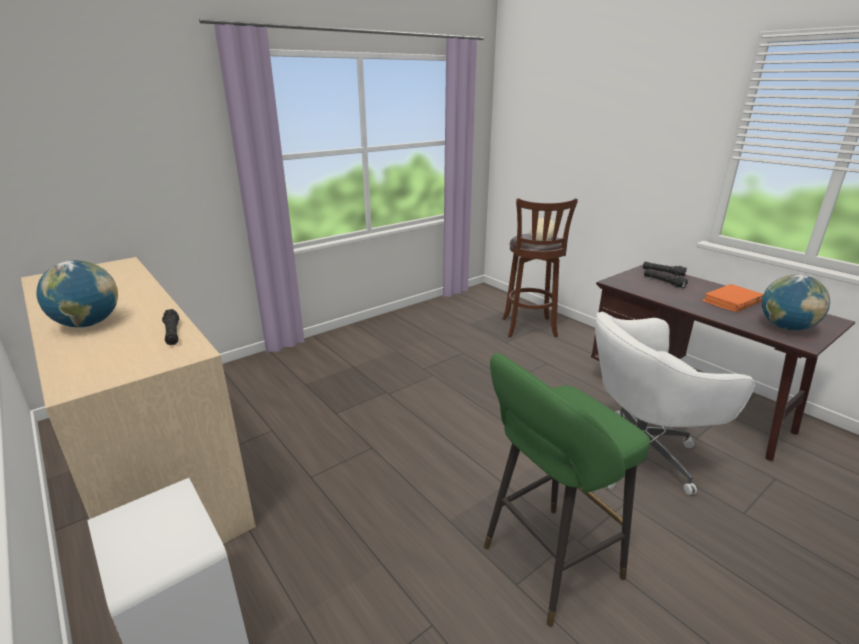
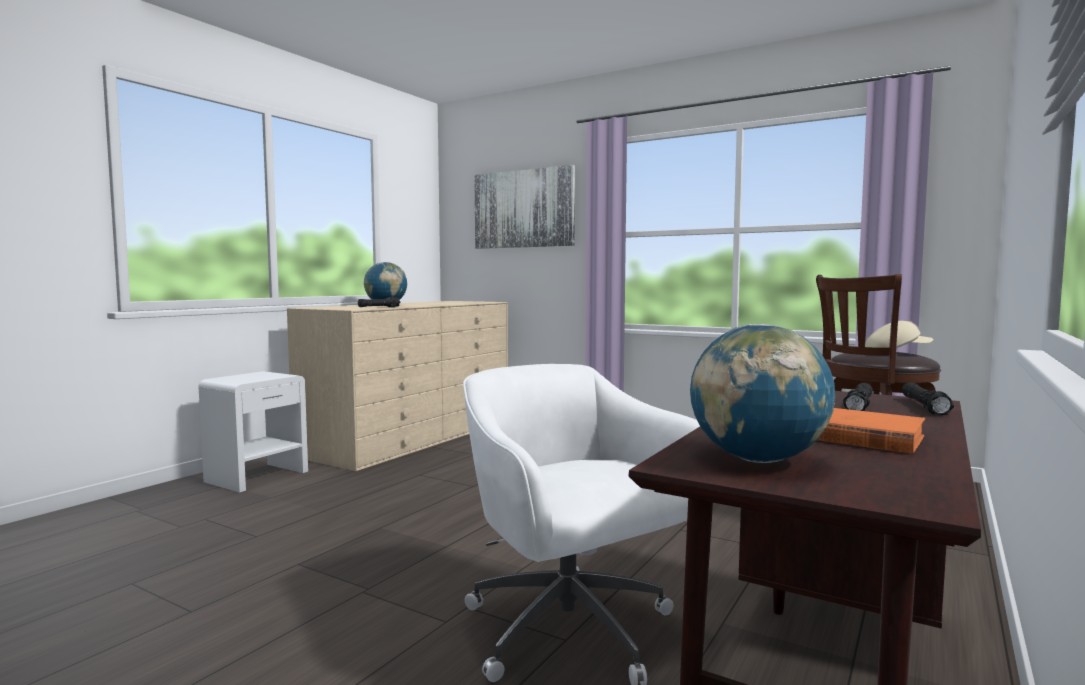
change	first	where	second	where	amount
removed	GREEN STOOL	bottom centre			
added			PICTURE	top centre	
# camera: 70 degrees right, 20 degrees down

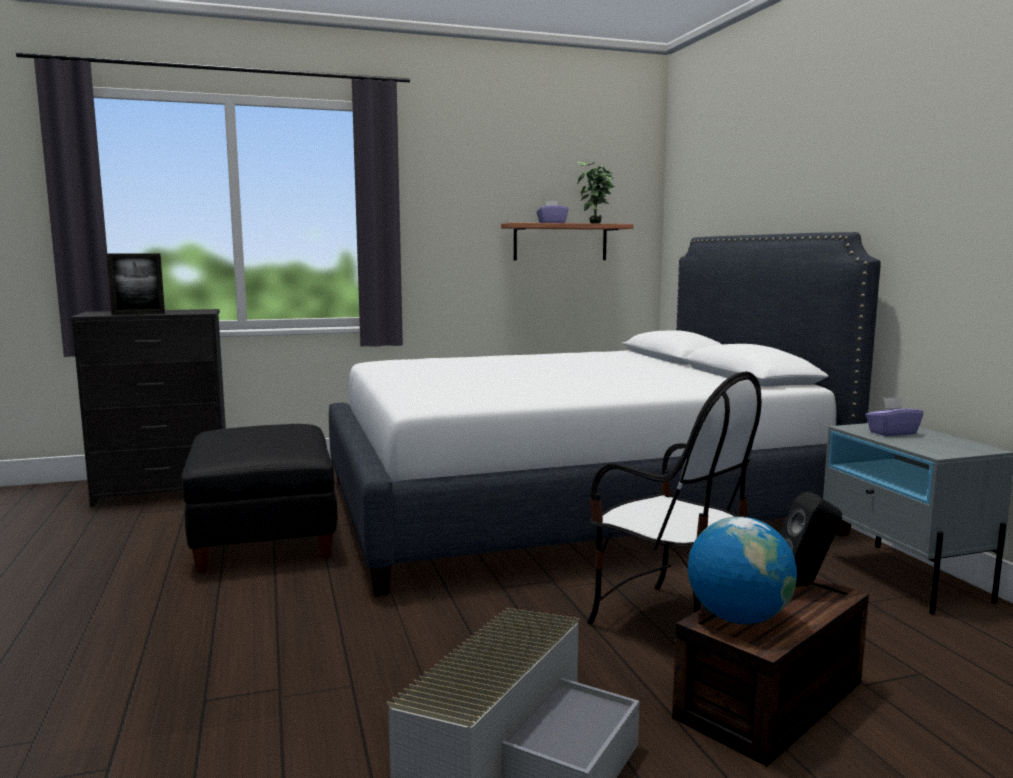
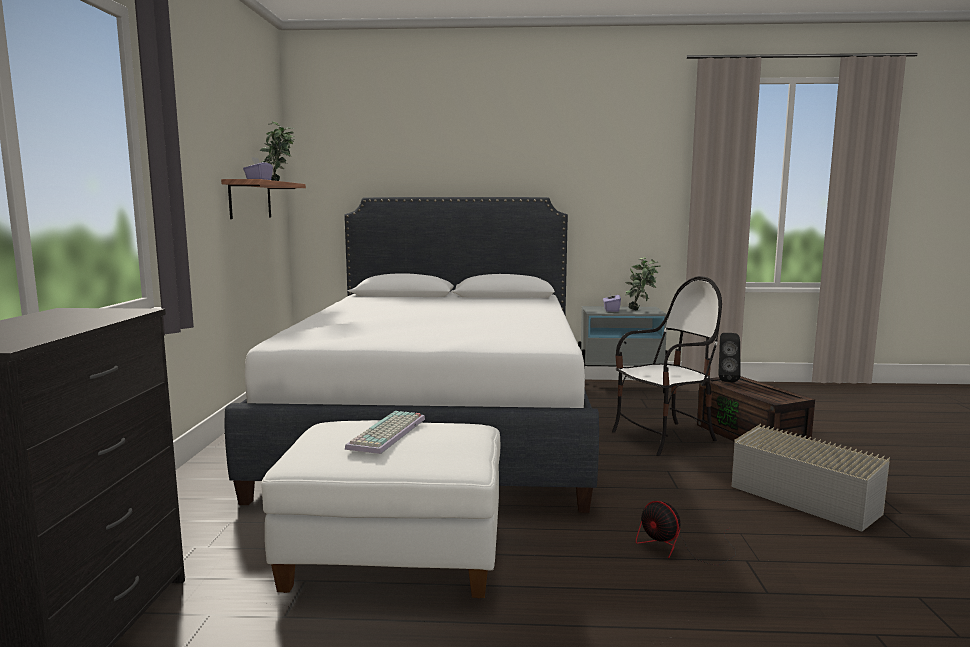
change	first	where	second	where	amount
removed	PICTURE FRAME	middle left			
recoloured	BLACK OTTOMAN	middle left	WHITE OTTOMAN	bottom centre	
removed	GLOBE	bottom right			
added			POTTED PLANT (2nd from left)	centre	
added			KEYBOARD	bottom centre	
added			FAN	bottom right	
# camera: 70 degrees left, 0 degrees up

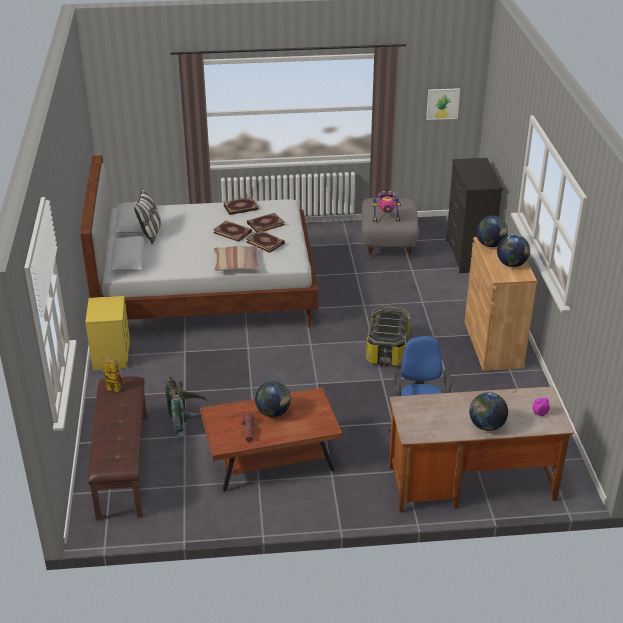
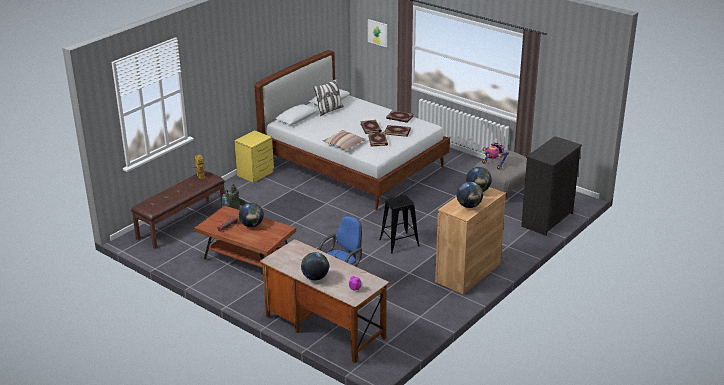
change	first	where	second	where	amount
moved	PICTURE	top right		top centre	
replaced	STORAGE BOX	centre	BLACK STOOL	centre	
# camera: 45 degrees right, 5 degrees down

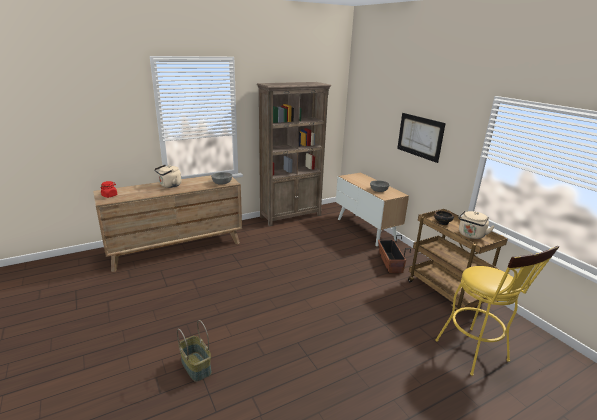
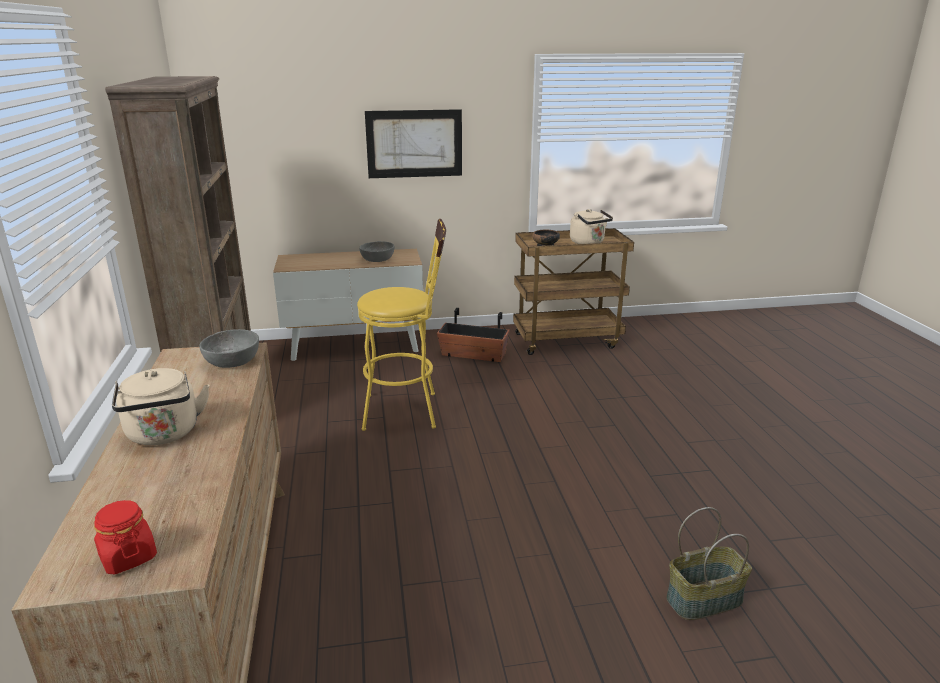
change	first	where	second	where	amount
moved	YELLOW STOOL	bottom right		centre	
# camera: 70 degrees left, 0 degrees up

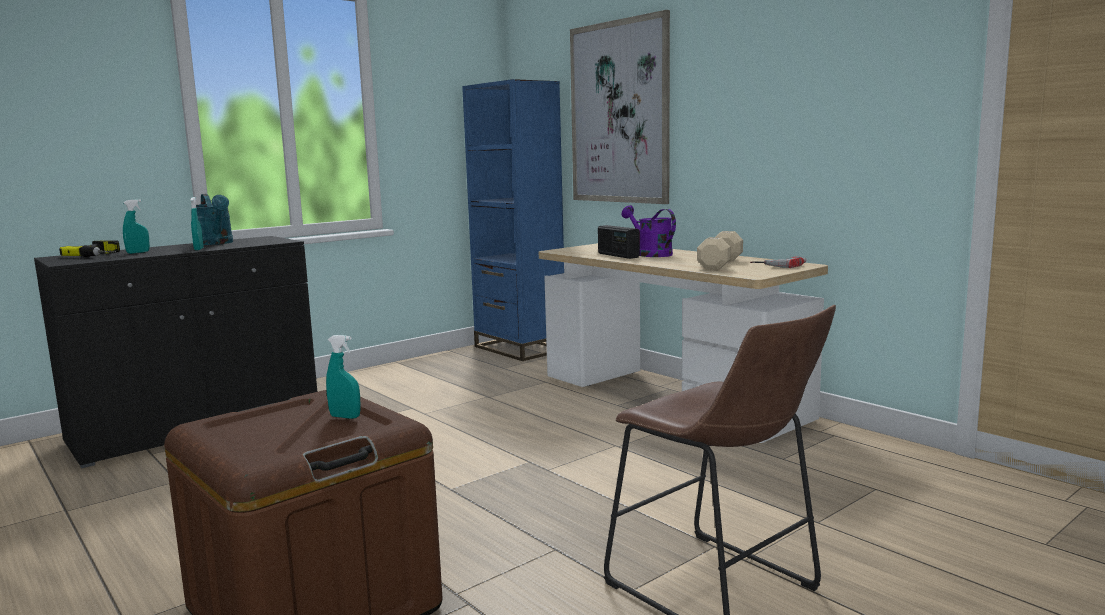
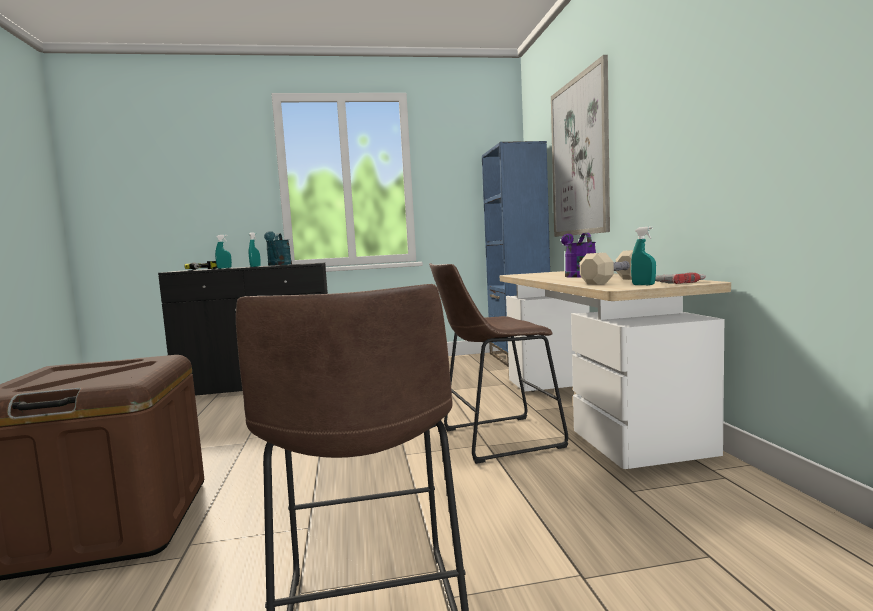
change	first	where	second	where	amount
removed	RADIO	centre			
moved	TURQUOISE SPRAY BOTTLE (3rd from left)	middle left		middle right	
added			BROWN STOOL (2nd from left)	centre	
# camera: 30 degrees right, 5 degrees down

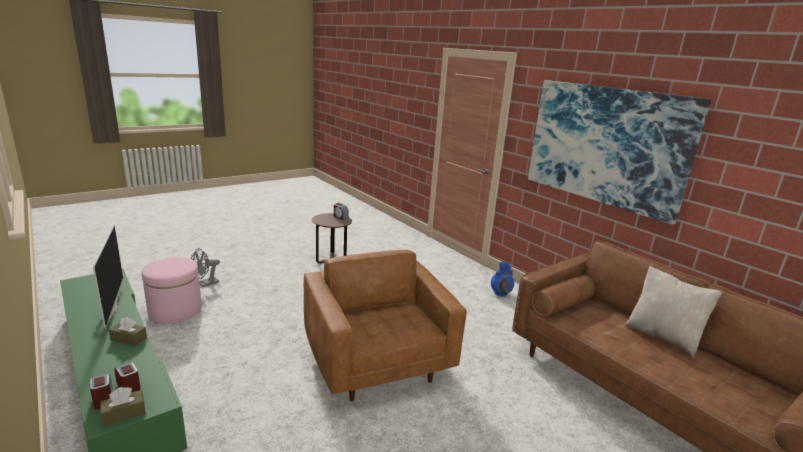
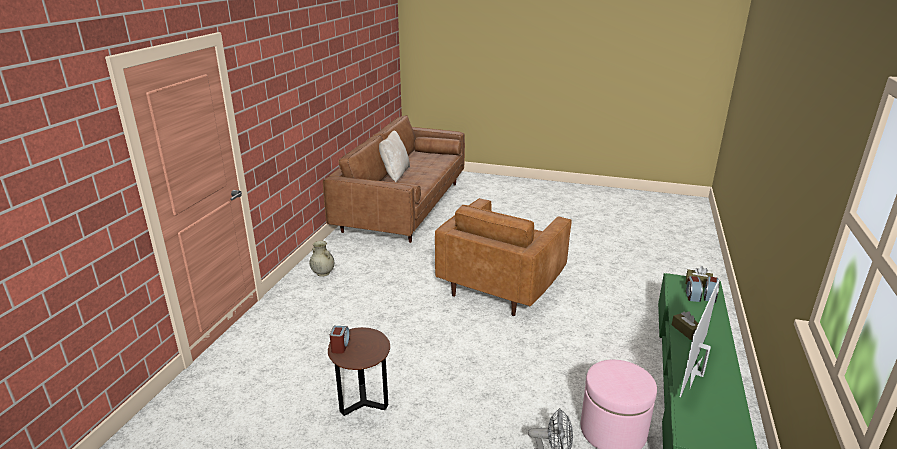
change	first	where	second	where	amount
removed	PICTURE	middle right			
recoloured	BLUE VASE	centre	BEIGE VASE	centre	
# camera: 125 degrees left, 5 degrees up

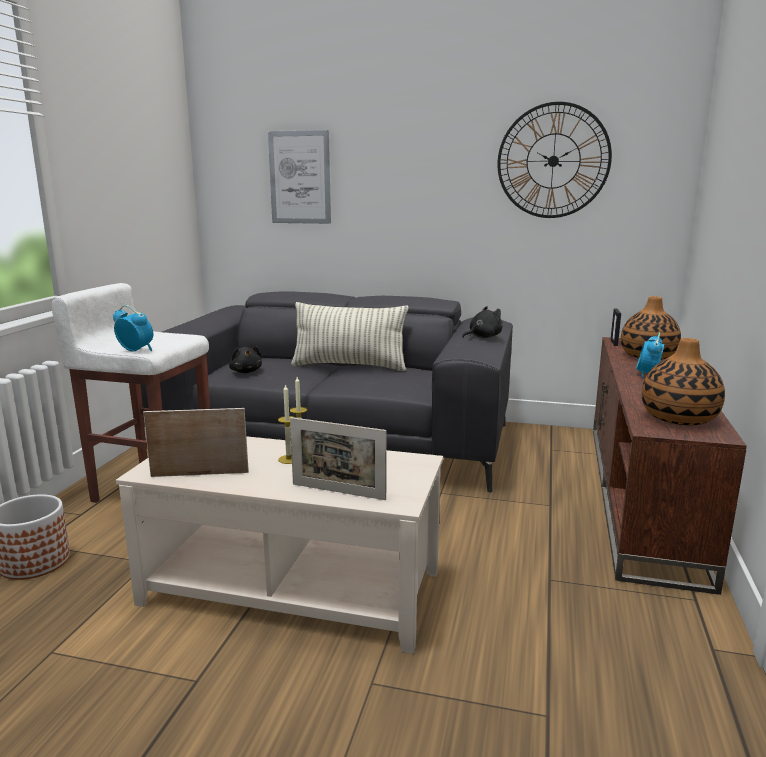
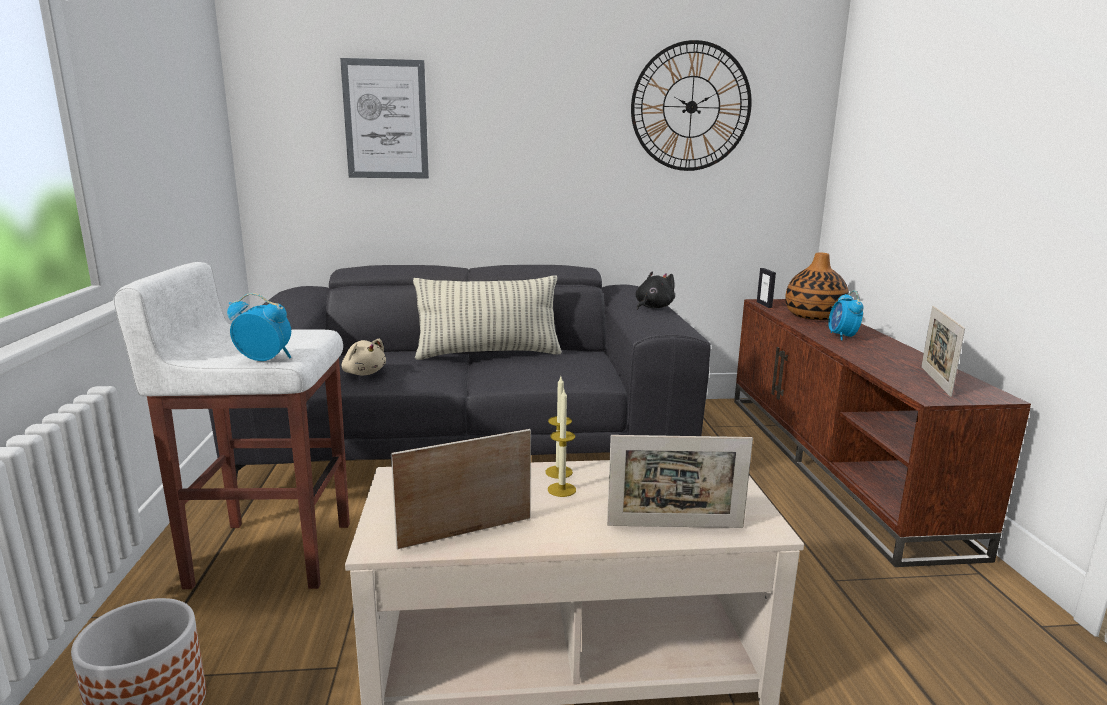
change	first	where	second	where	amount
replaced	VASE (2nd from left)	middle right	PICTURE FRAME (4th from left)	middle right	
recoloured	BLACK PLUSH TOY (1st from left)	middle left	BEIGE PLUSH TOY	middle left	
# camera: 20 degrees left, 0 degrees up

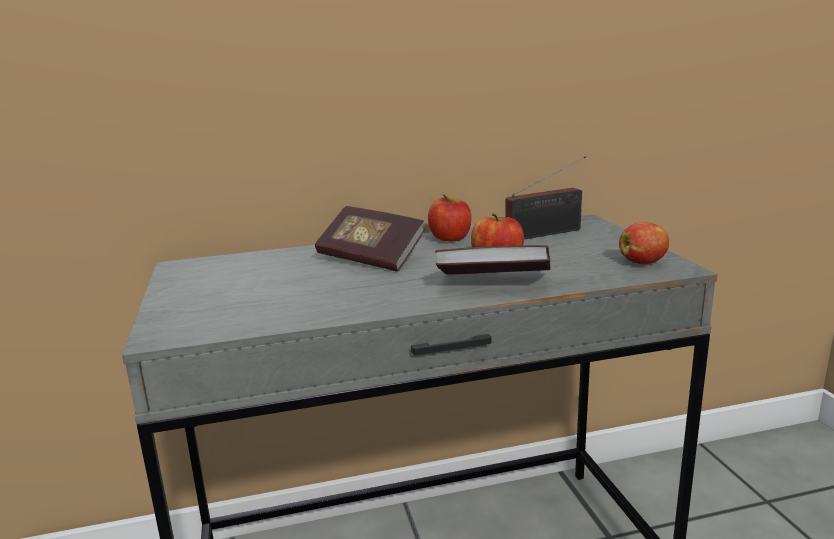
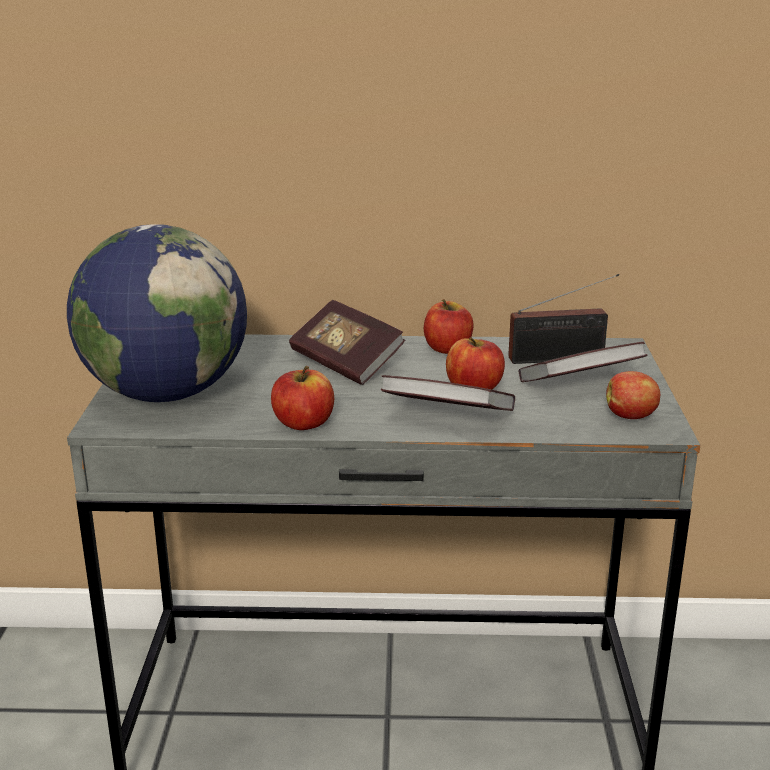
change	first	where	second	where	amount
added			GLOBE	middle left	
added			BOOK (3rd from left)	middle right	
added			APPLE (1st from left)	centre	
# camera: 15 degrees right, 5 degrees up

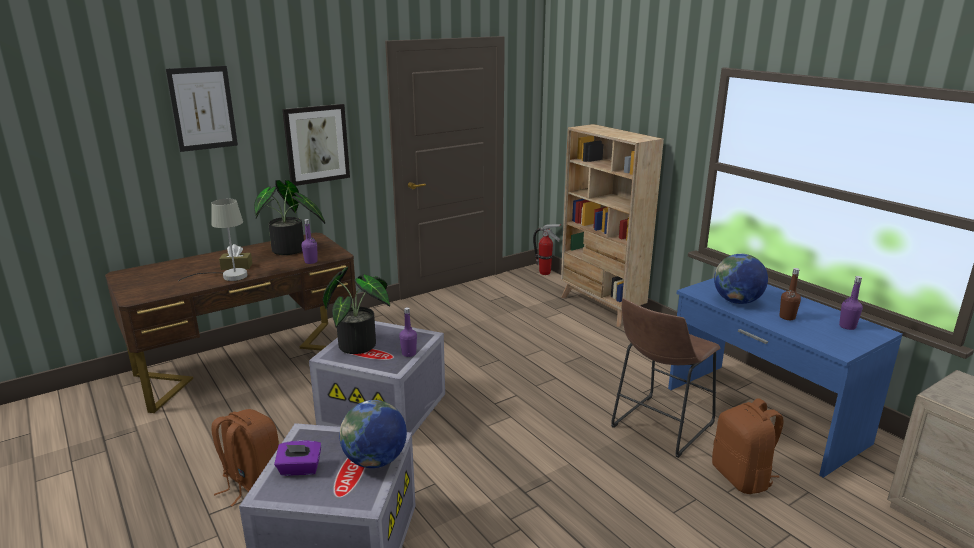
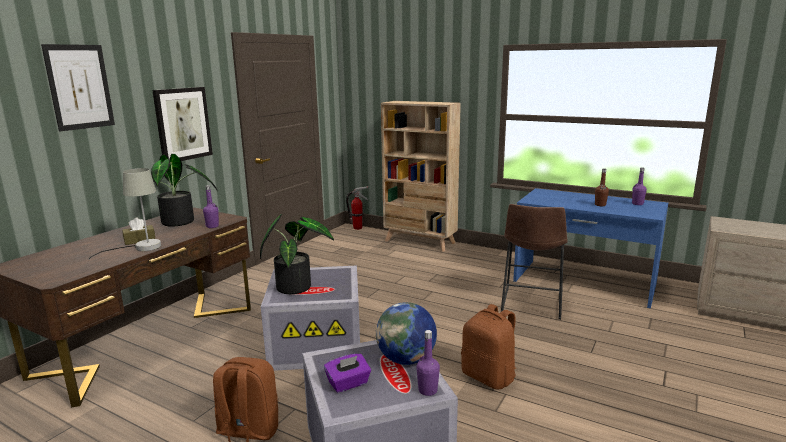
change	first	where	second	where	amount
removed	GLOBE (2nd from left)	middle right			
moved	PURPLE BOTTLE (2nd from left)	centre		bottom centre	
moved	BROWN BACKPACK (2nd from left)	bottom right		bottom centre	
# camera: 25 degrees left, 5 degrees down

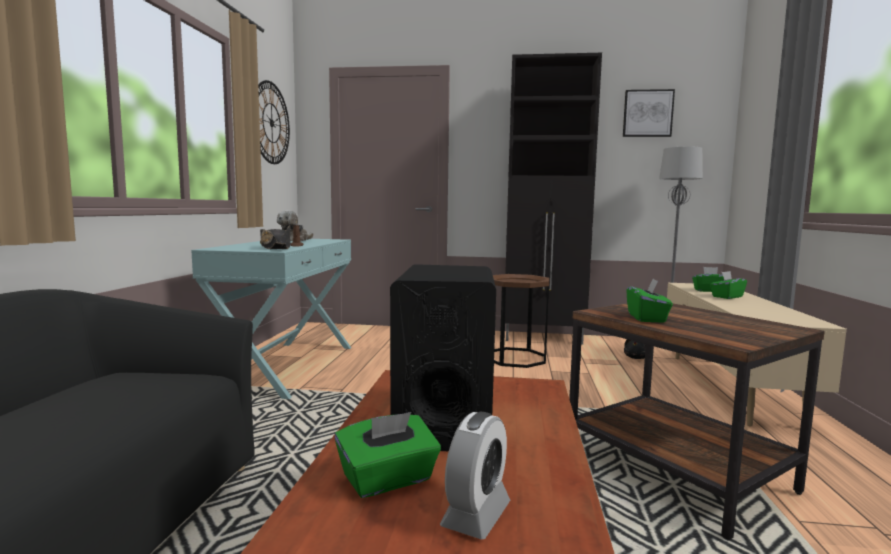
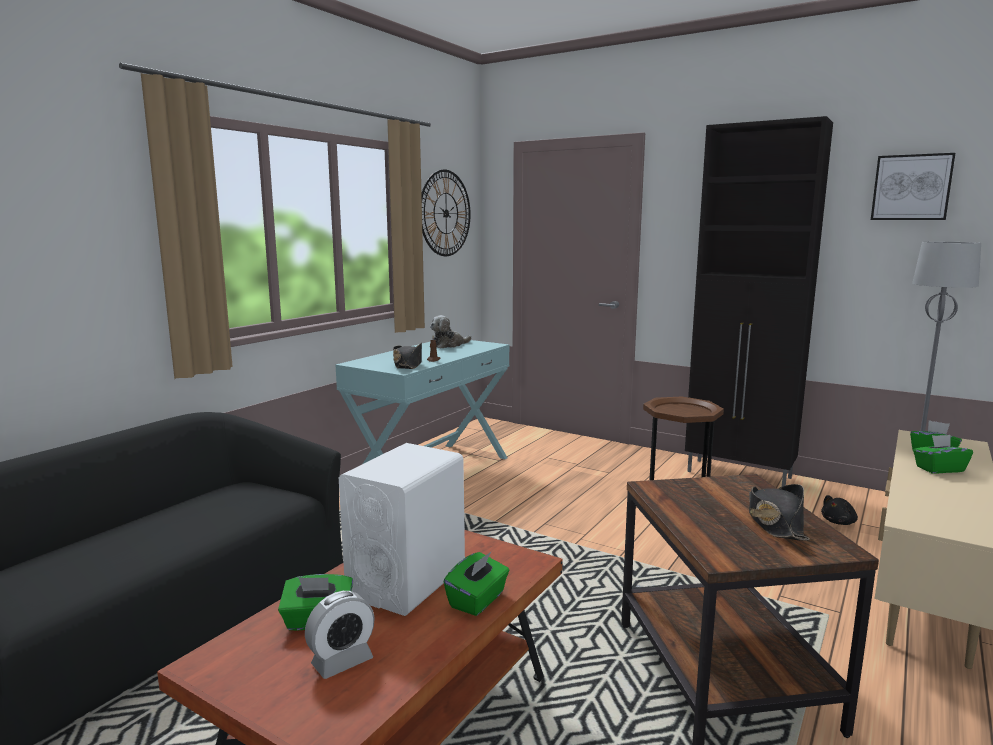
change	first	where	second	where	amount
recoloured	BLACK SPEAKER	centre	WHITE SPEAKER	bottom centre	
moved	GREEN TISSUE BOX (2nd from left)	middle right		bottom centre	
added			BLACK HAT (2nd from left)	bottom right	
# camera: 25 degrees right, 5 degrees up

